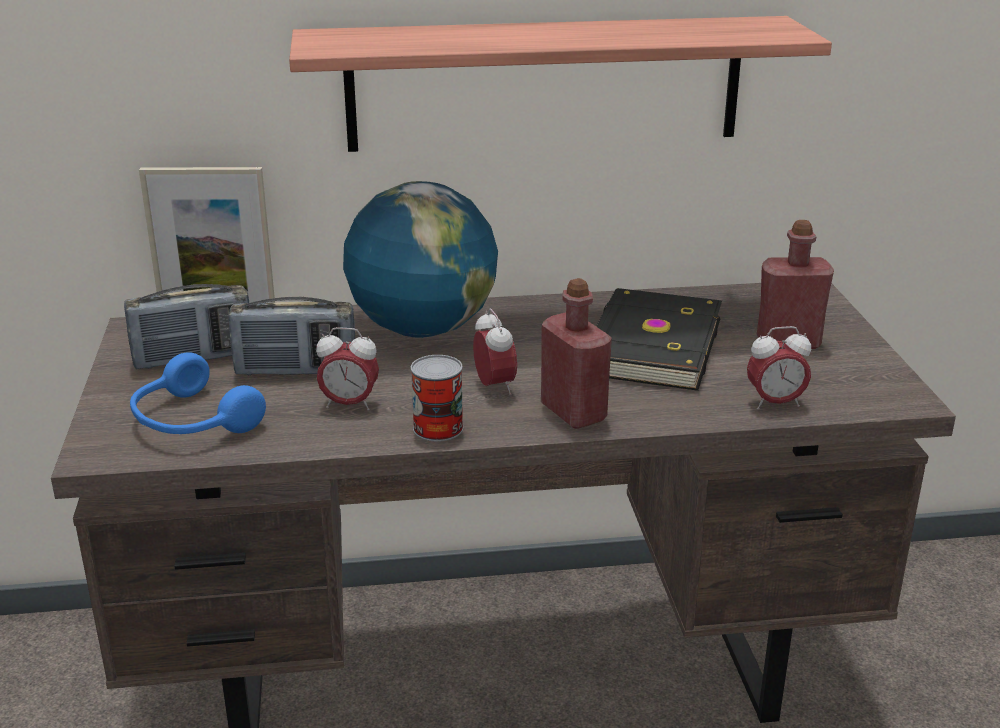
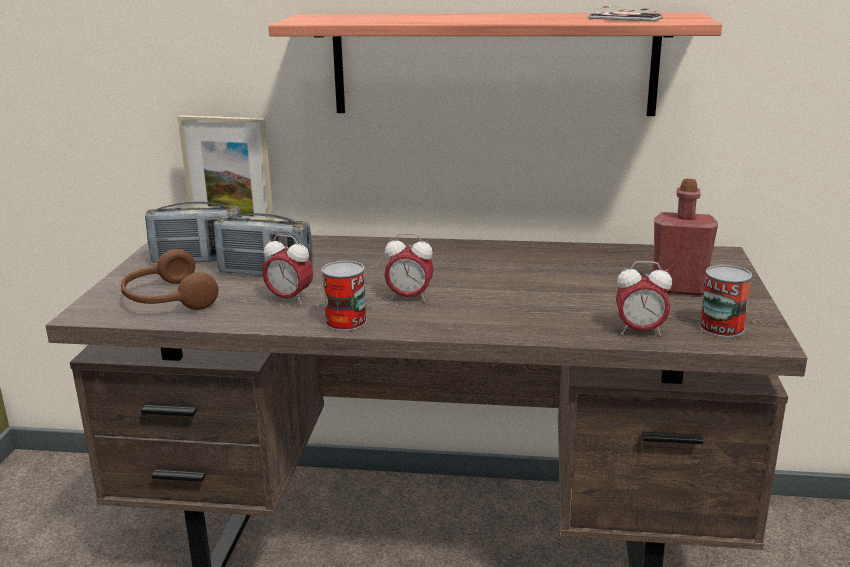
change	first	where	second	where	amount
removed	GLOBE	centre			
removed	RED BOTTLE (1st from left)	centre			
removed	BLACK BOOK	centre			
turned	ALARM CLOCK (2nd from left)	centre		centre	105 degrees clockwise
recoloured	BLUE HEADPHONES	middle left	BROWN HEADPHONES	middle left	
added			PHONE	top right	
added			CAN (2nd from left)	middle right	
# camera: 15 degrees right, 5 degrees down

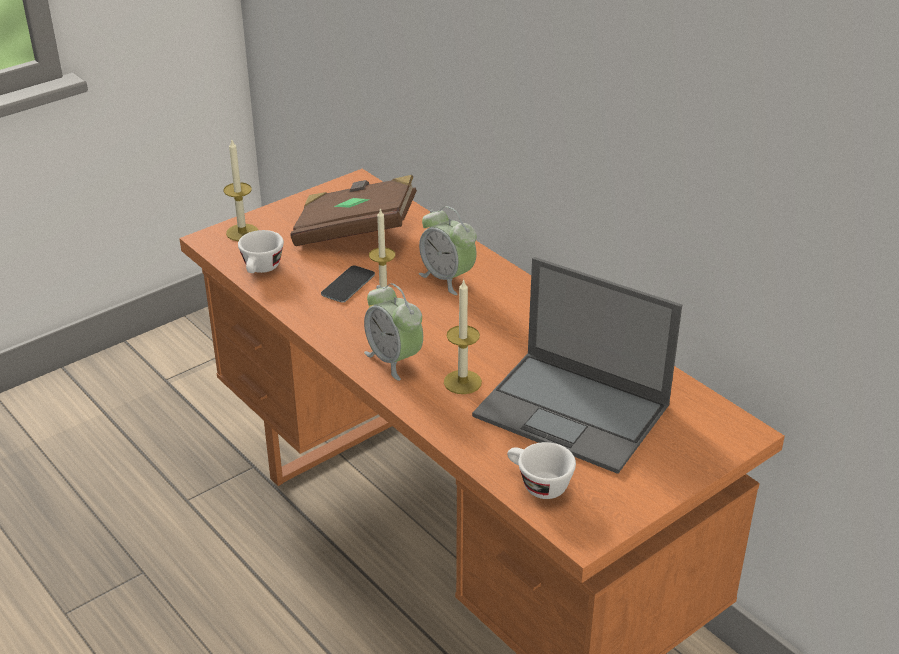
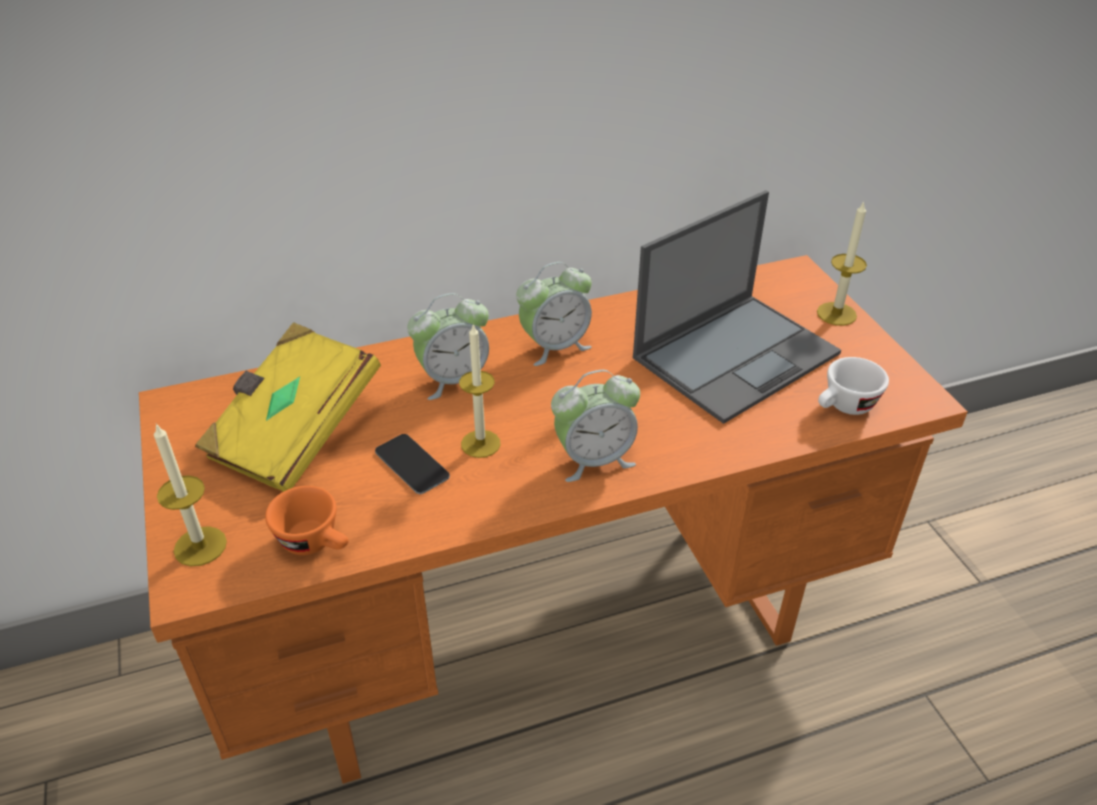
change	first	where	second	where	amount
recoloured	BROWN BOOK	top centre	YELLOW BOOK	middle left	
recoloured	WHITE CUP (1st from left)	middle left	ORANGE CUP	middle left	
moved	CANDLE (3rd from left)	centre		top right	
added			ALARM CLOCK (2nd from left)	centre	
# camera: 70 degrees left, 5 degrees up

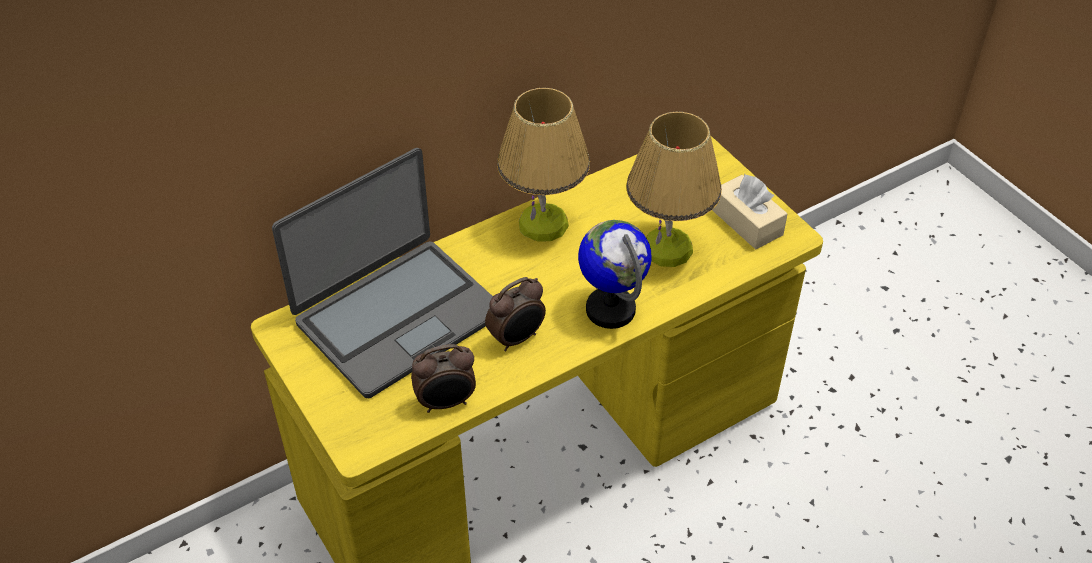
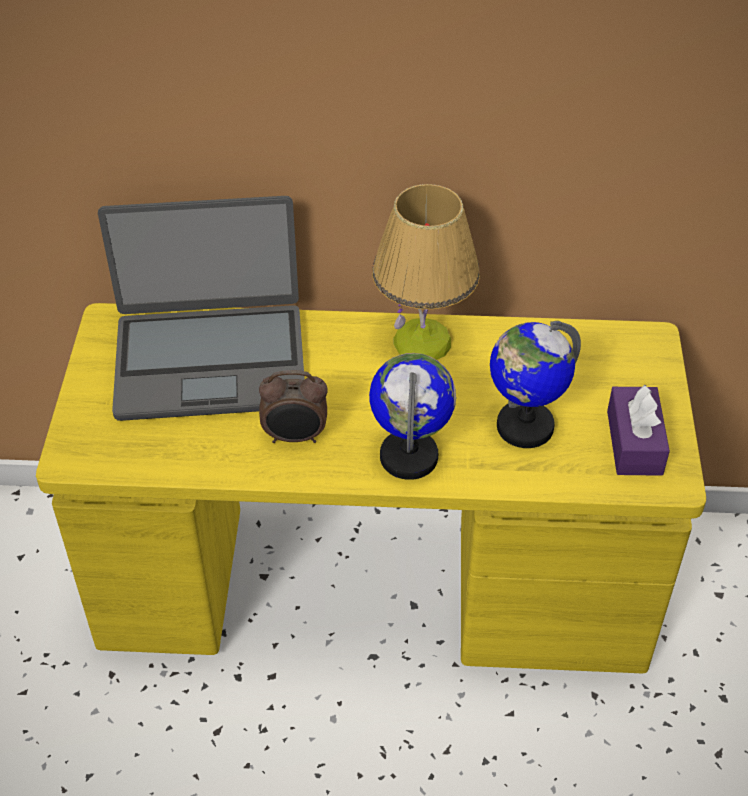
change	first	where	second	where	amount
replaced	TABLE LAMP (2nd from left)	centre	GLOBE (2nd from left)	middle right	
recoloured	BEIGE TISSUE BOX	middle right	PURPLE TISSUE BOX	middle right	
removed	ALARM CLOCK (1st from left)	bottom centre			
# camera: 35 degrees right, 0 degrees up

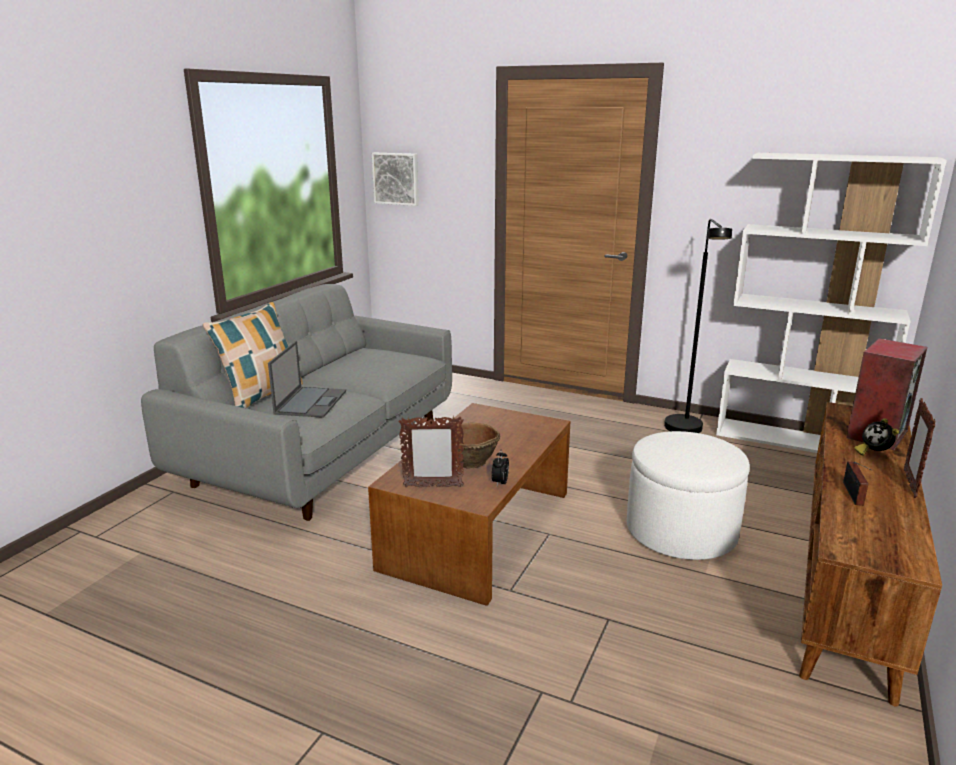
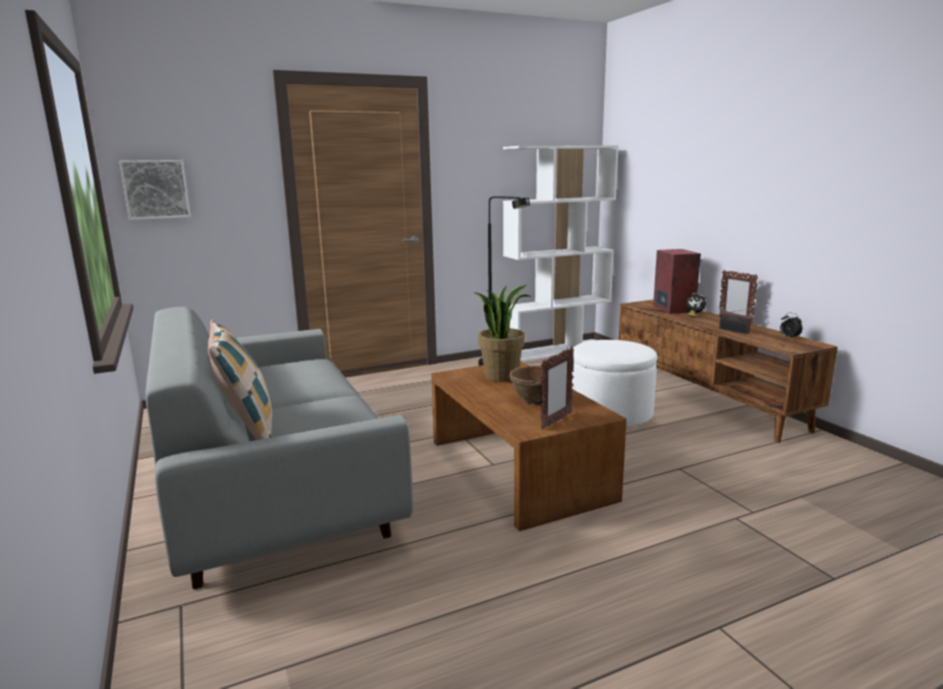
change	first	where	second	where	amount
removed	LAPTOP	middle left			
moved	ALARM CLOCK (1st from left in the first image)	centre	ALARM CLOCK (2nd from left)	middle right	
added			POTTED PLANT	centre	
# camera: 50 degrees left, 5 degrees down

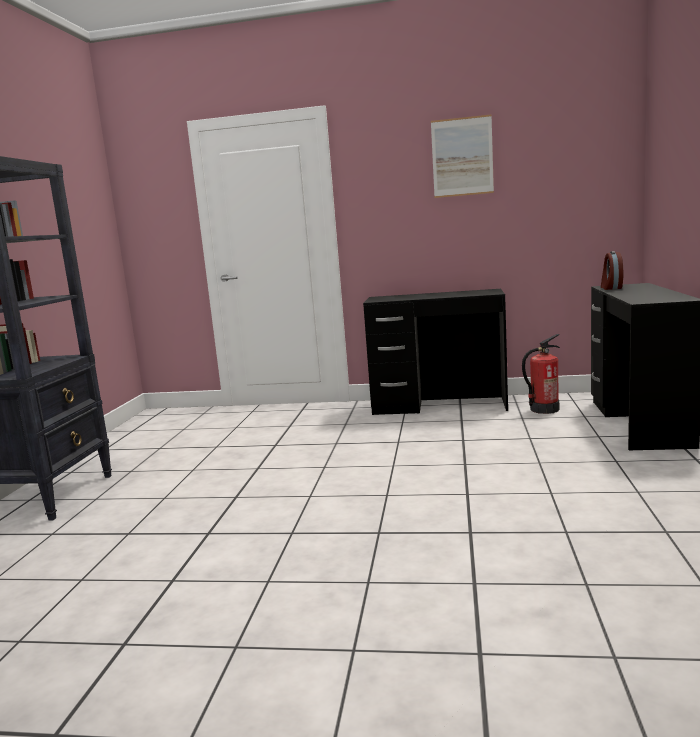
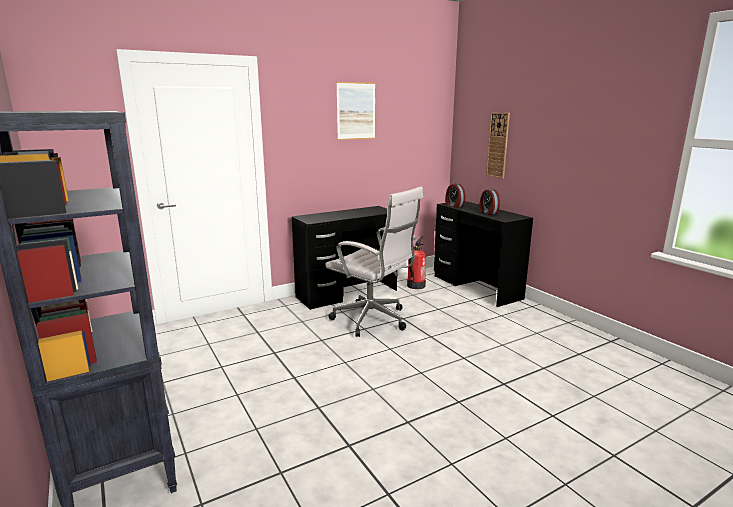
change	first	where	second	where	amount
added			WALL CLOCK	top right	
added			WHITE OFFICE CHAIR	centre	
added			ALARM CLOCK (2nd from left)	middle right	
# camera: 40 degrees left, 5 degrees up

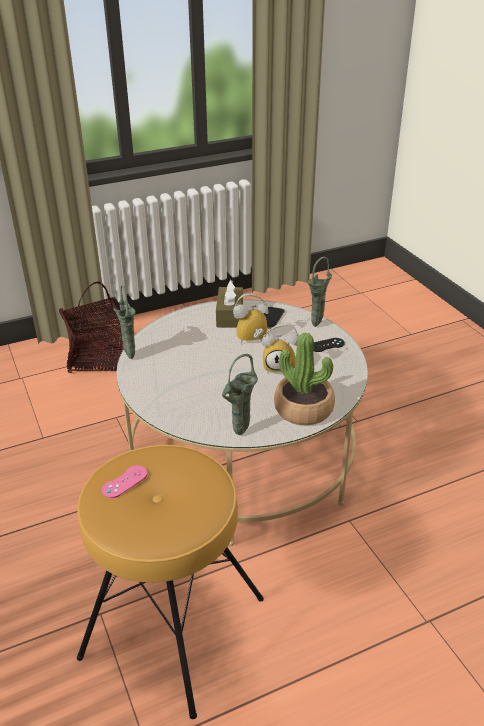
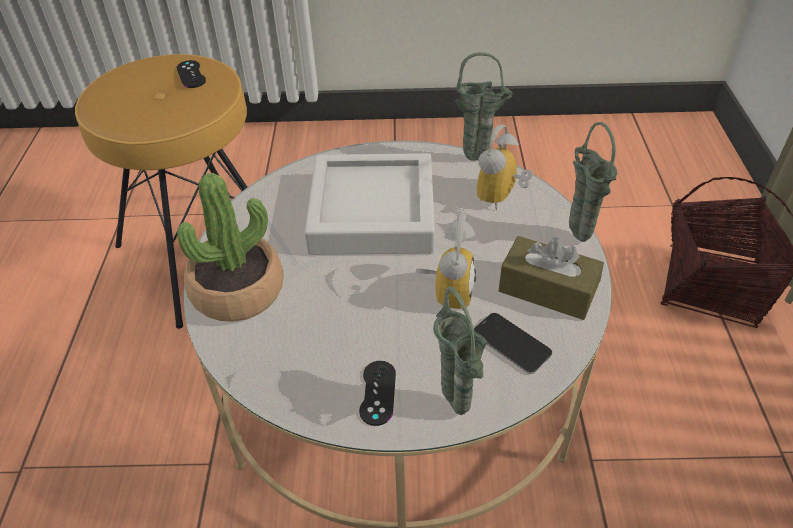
change	first	where	second	where	amount
moved	ALARM CLOCK (2nd from left)	centre		top centre	
moved	GREEN VASE (2nd from left in the first image)	centre	GREEN VASE (3rd from left)	middle right	
recoloured	PINK GAME CONTROLLER	middle left	BLACK GAME CONTROLLER (1st from left)	top left	
added			GREY TRAY	centre	
# camera: 115 degrees right, 10 degrees up

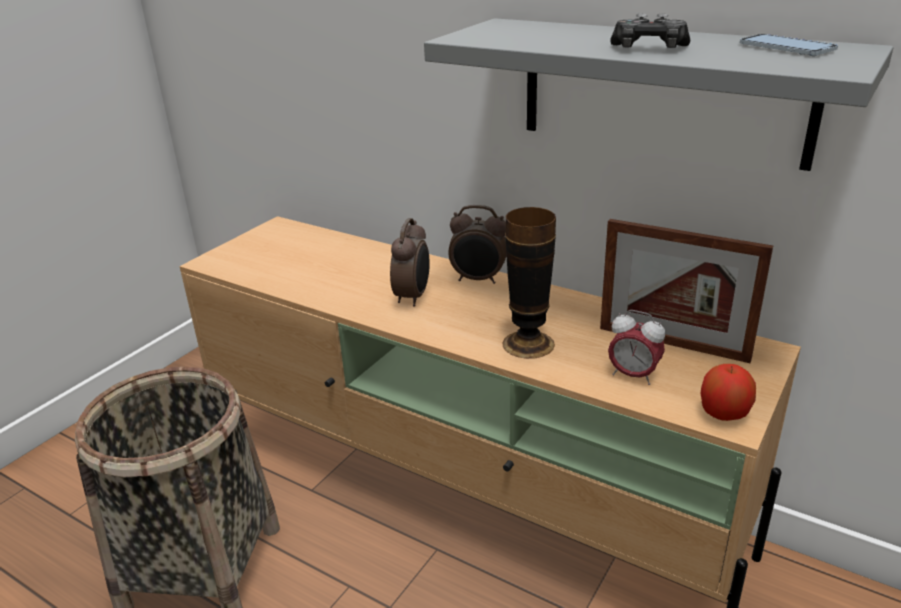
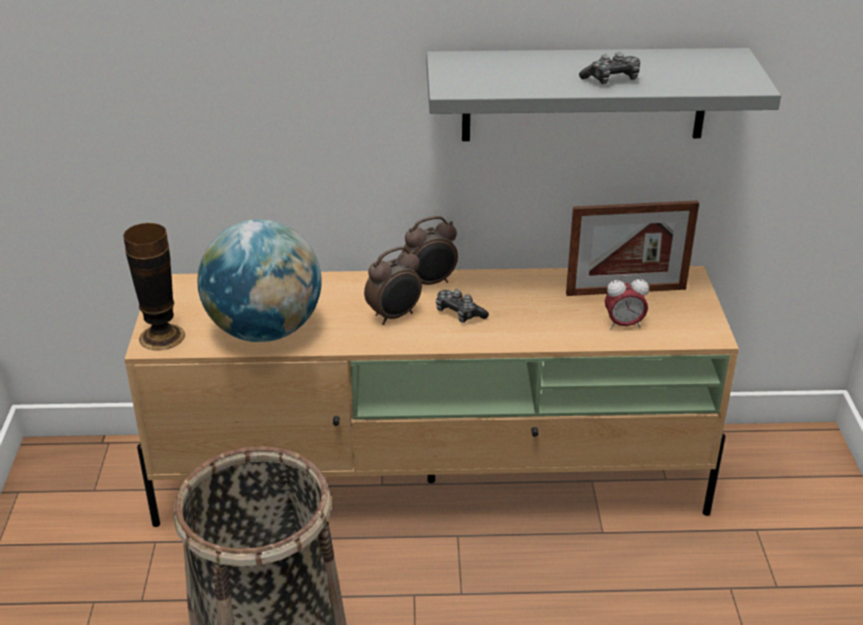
change	first	where	second	where	amount
removed	PHONE	top right			
moved	VASE	centre		middle left	
turned	ALARM CLOCK (1st from left)	centre		centre	75 degrees clockwise
removed	APPLE	middle right			
added			GLOBE	middle left	
added			GAME CONTROLLER (1st from left)	centre	
# camera: 35 degrees left, 5 degrees up

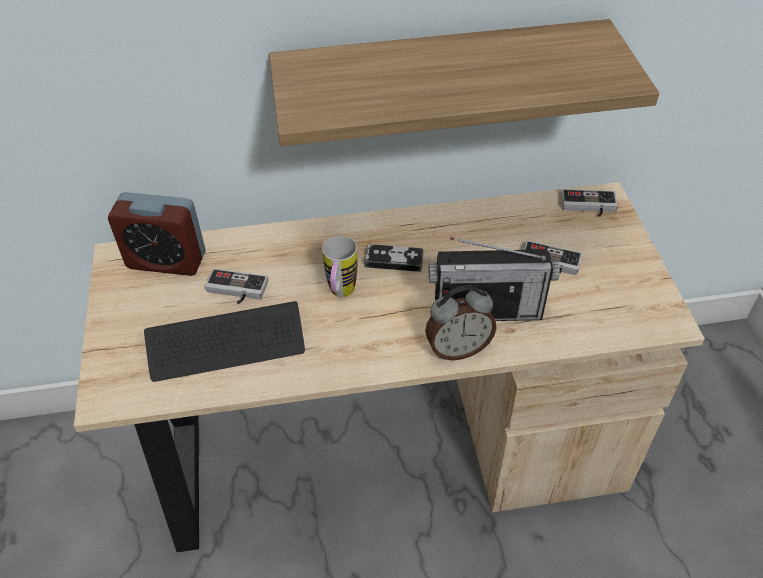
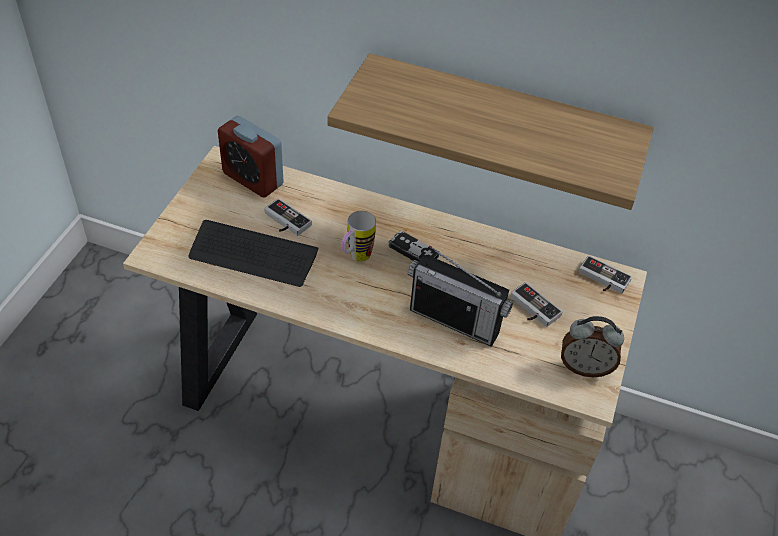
change	first	where	second	where	amount
moved	ALARM CLOCK (2nd from left)	centre		middle right	
# camera: 25 degrees right, 0 degrees up

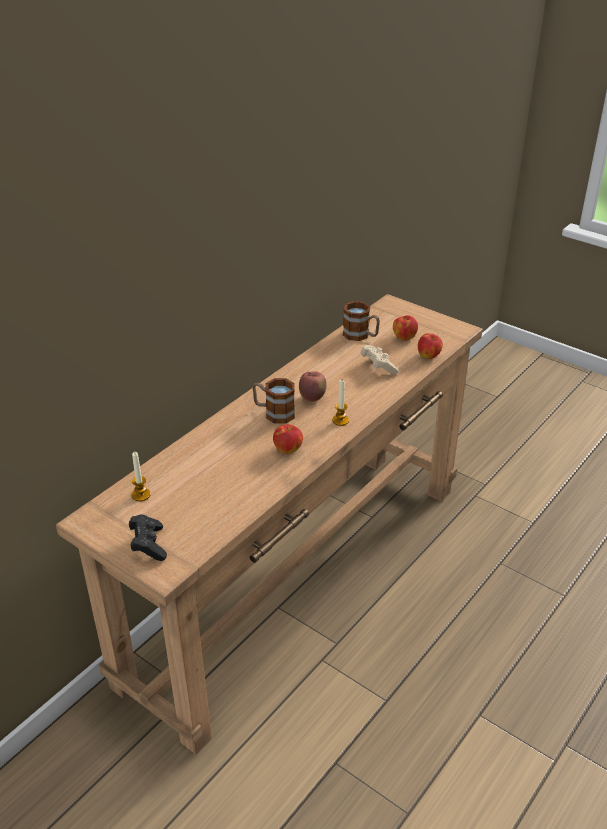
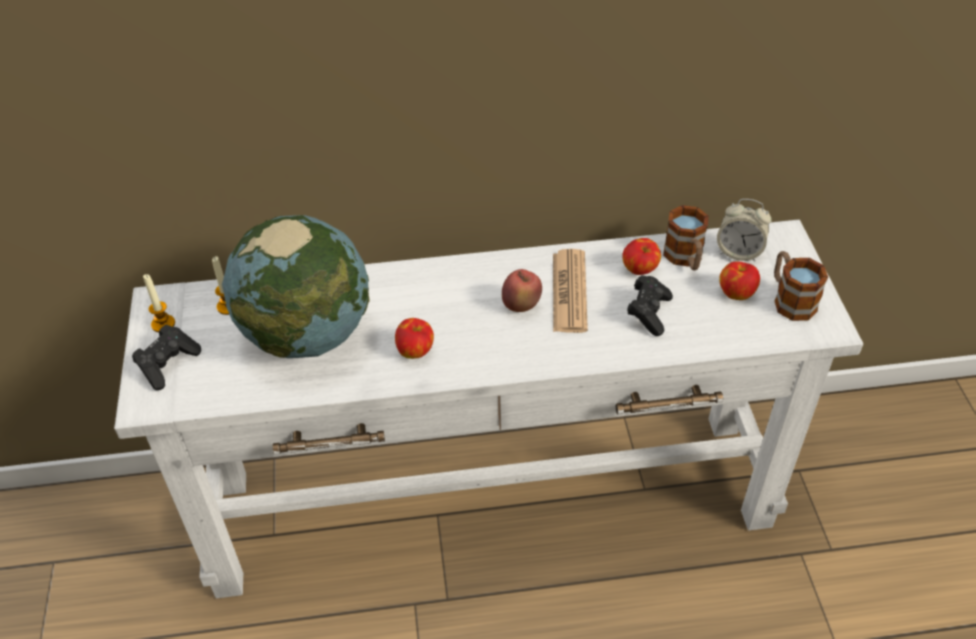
change	first	where	second	where	amount
recoloured	BROWN CONSOLE TABLE	centre	WHITE CONSOLE TABLE	centre	
moved	APPLE (4th from left in the first image)	middle right	APPLE (3rd from left)	centre	
recoloured	BEIGE GAME CONTROLLER	centre	BLACK GAME CONTROLLER (2nd from left)	centre	
moved	MUG (1st from left in the first image)	centre	MUG (2nd from left)	middle right	
moved	CANDLE (2nd from left in the first image)	centre	CANDLE (1st from left)	middle left	
added			ALARM CLOCK	middle right	
added			GLOBE	middle left	
added			NEWSPAPER	centre	
# camera: 45 degrees right, 10 degrees up

